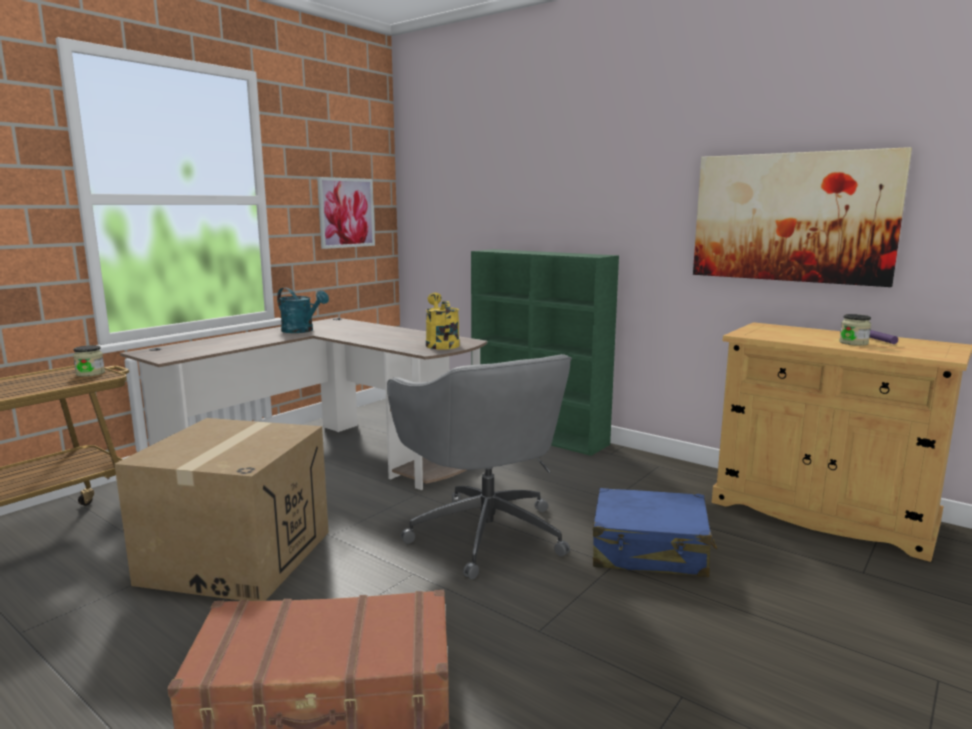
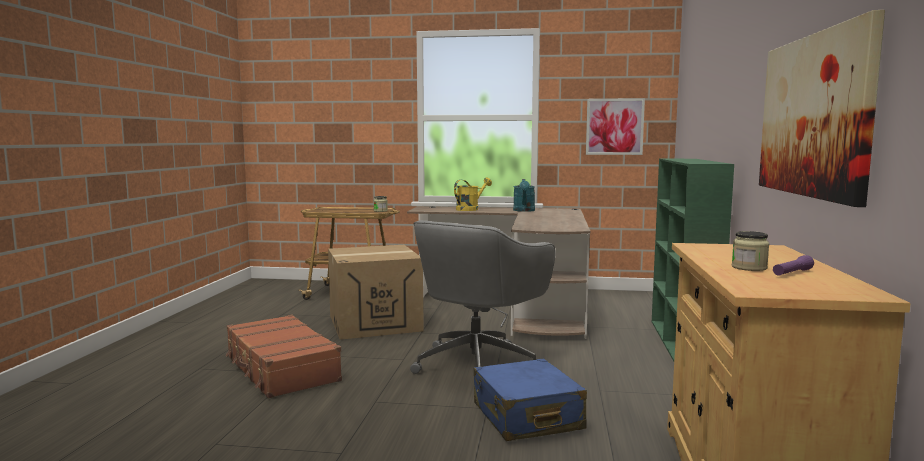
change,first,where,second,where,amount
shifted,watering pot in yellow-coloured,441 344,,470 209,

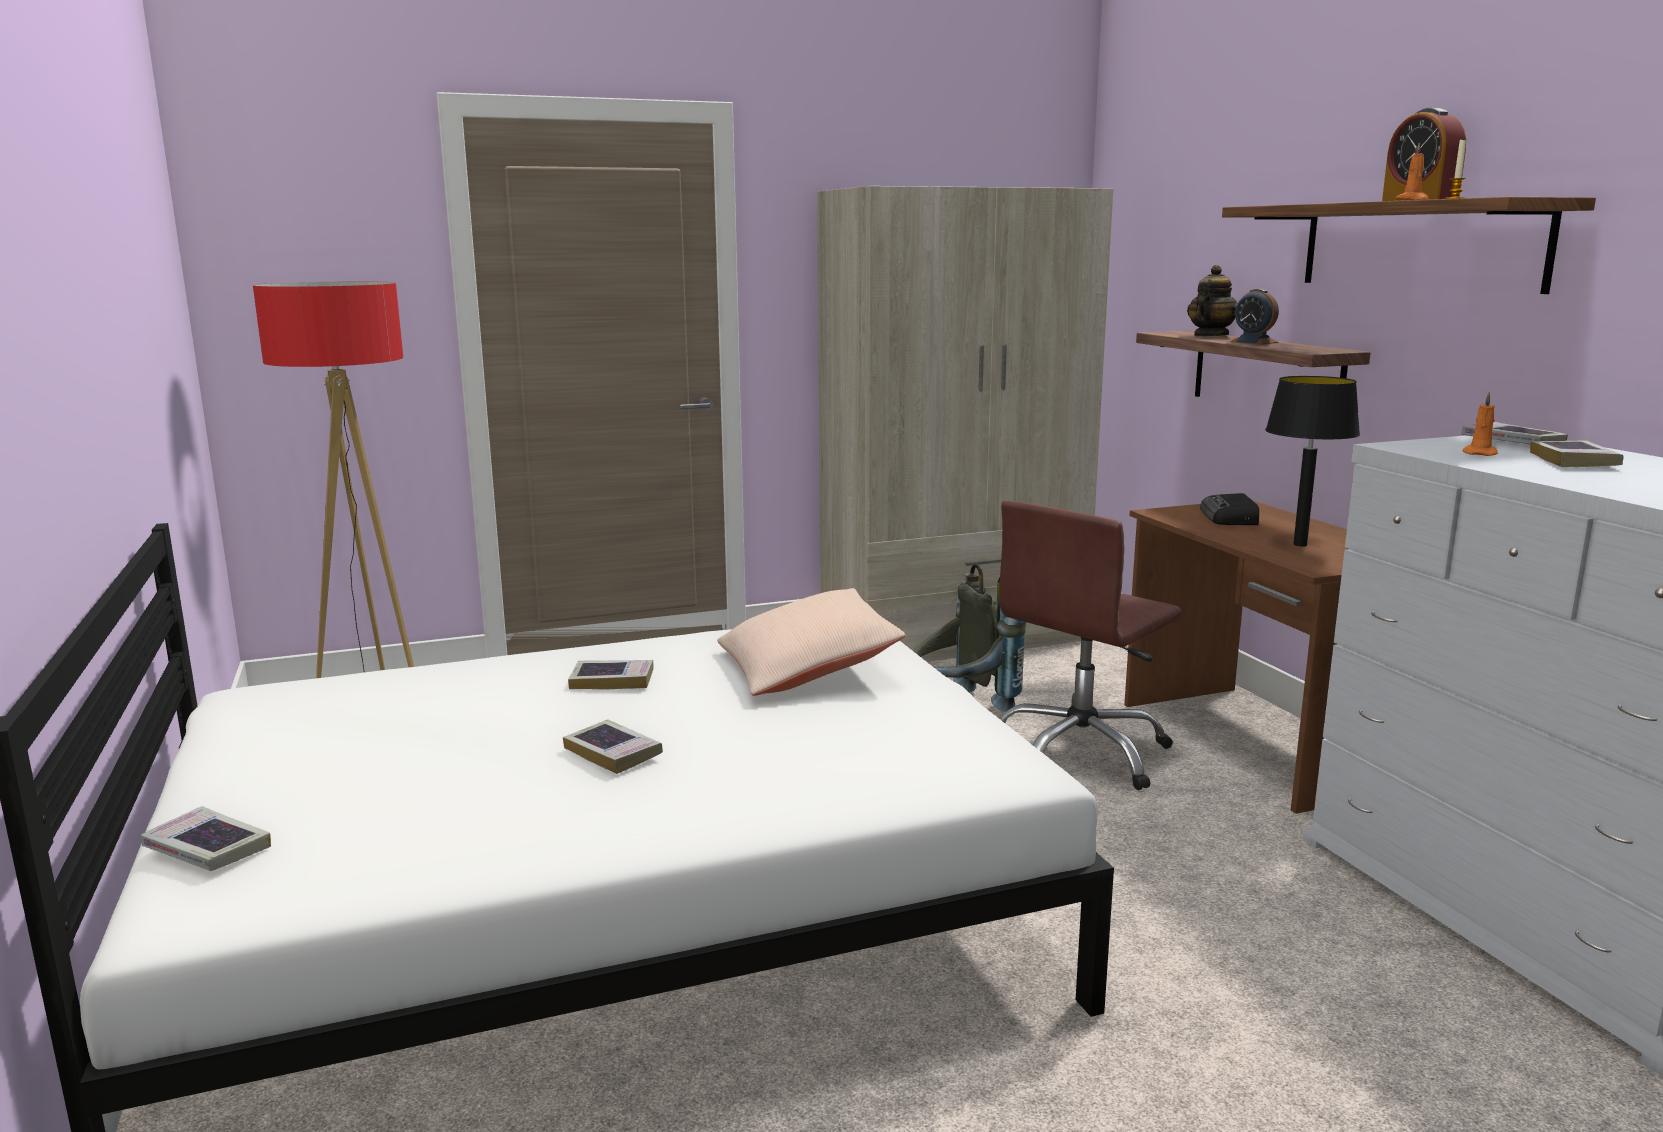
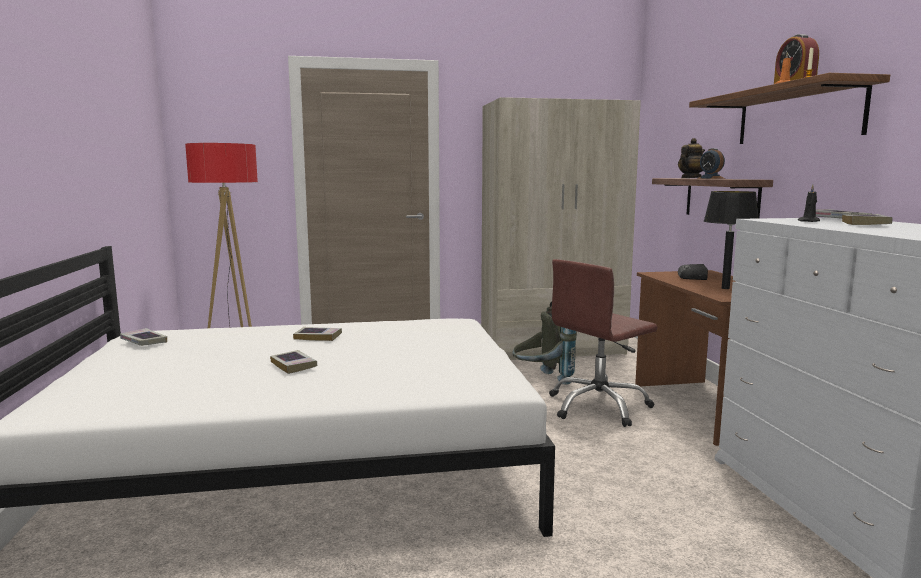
change,first,where,second,where,amount
shifted,volume,207 849,,143 341,
gone,cushion in beige,807 669,,,
repainted,wax candle in orange-coloured,1480 453,wax candle in blackish,809 221,

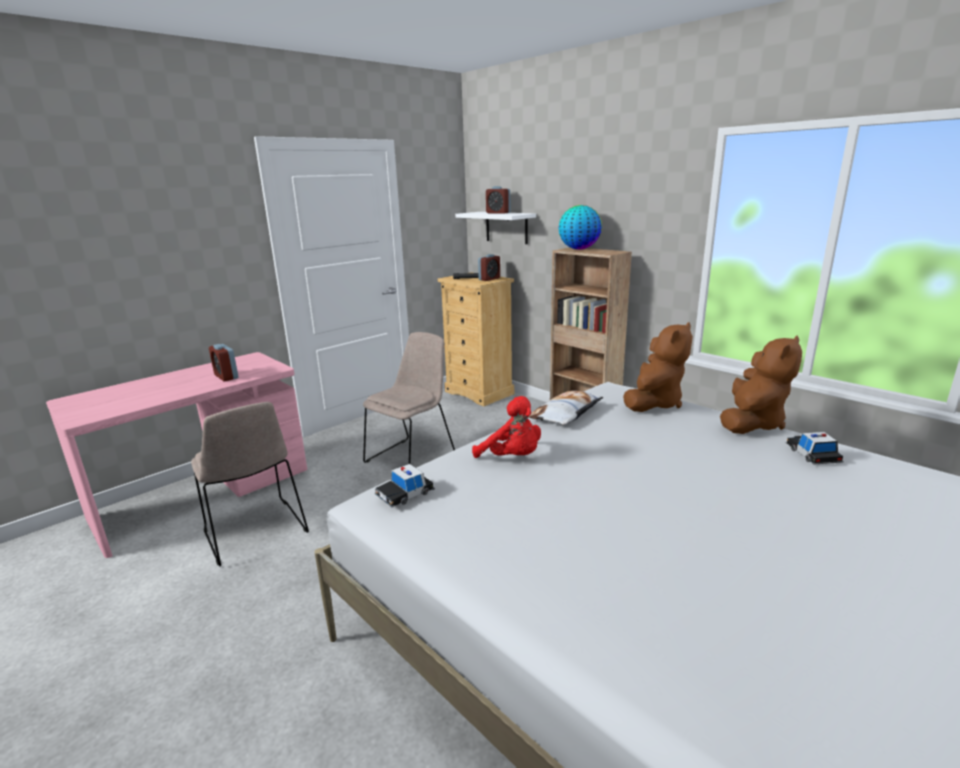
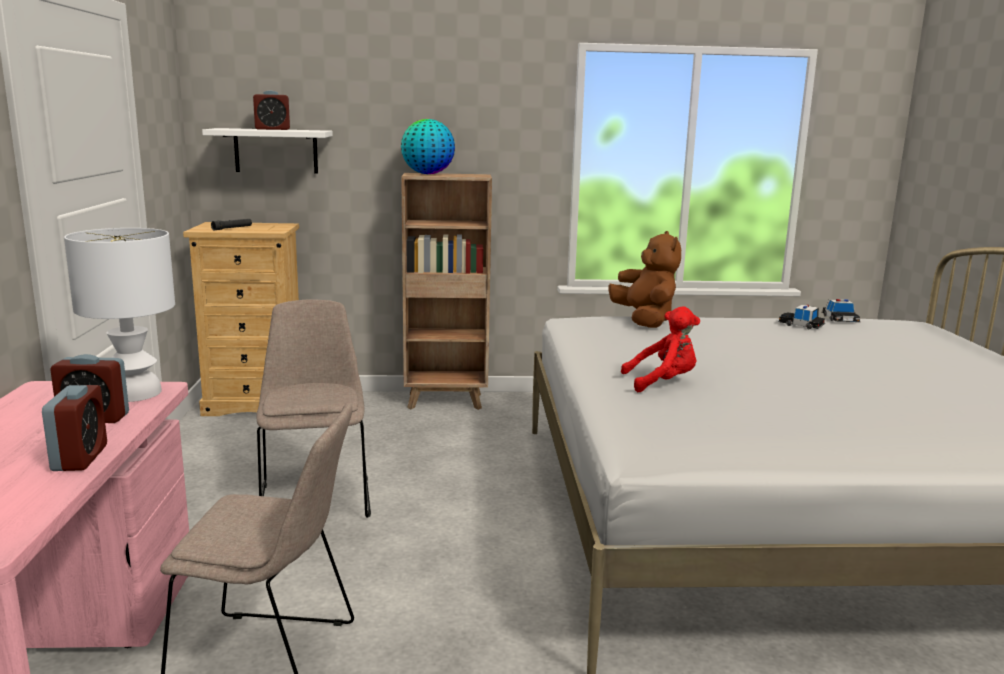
change,first,where,second,where,amount
shifted,miniature car,405 493,,840 319,
shifted,alarm clock,489 279,,80 458,
gone,cushion,566 414,,,
gone,soft toy in brown,752 423,,,
new,,,table lamp in whitish,135 393,

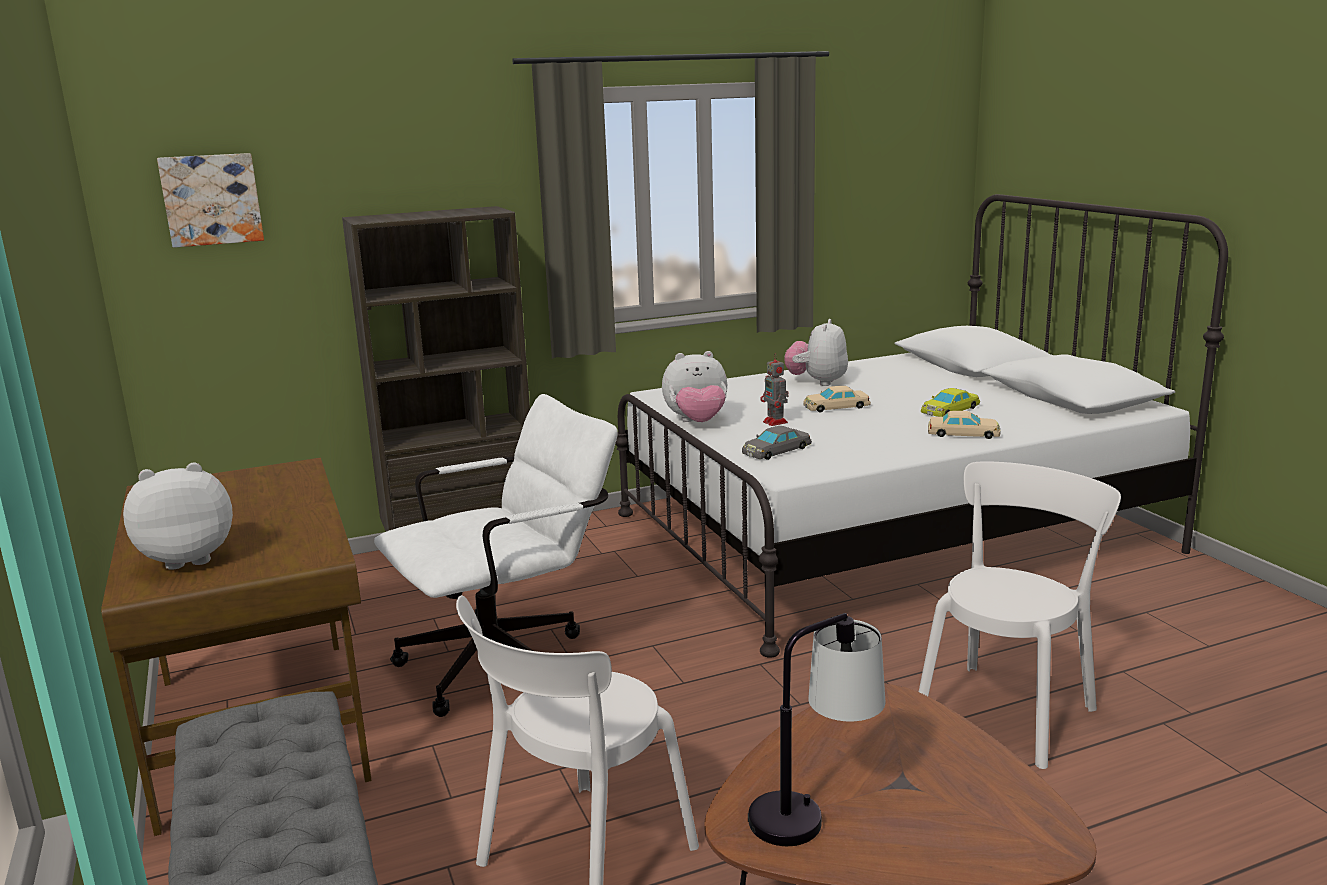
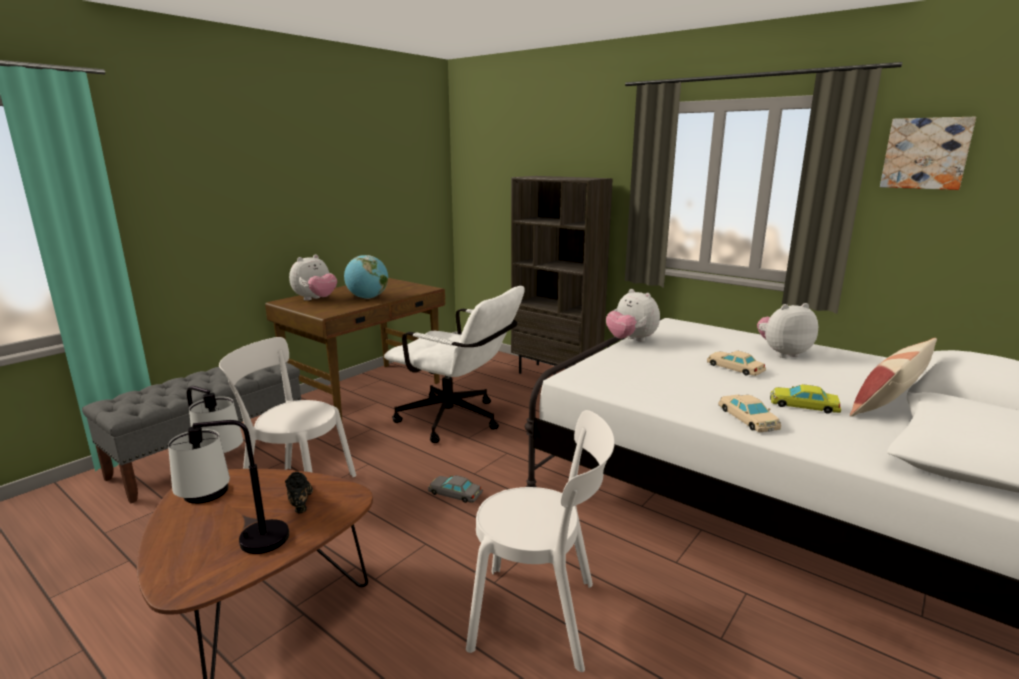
change,first,where,second,where,amount
rotated,soft toy,188 558,,315 299,90 degrees clockwise
shifted,picture,211 199,,926 153,
shifted,miniature car in greyish,776 450,,454 493,
gone,model robot,776 422,,,
new,,,table lamp,240 545,
new,,,low shoe in blackish,300 502,
new,,,globe,367 298,
new,,,cushion,889 401,

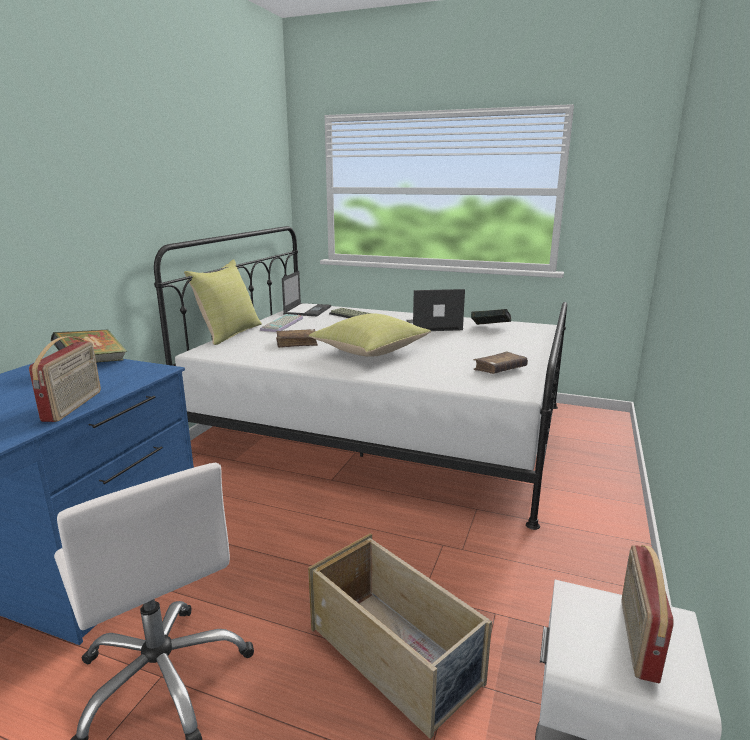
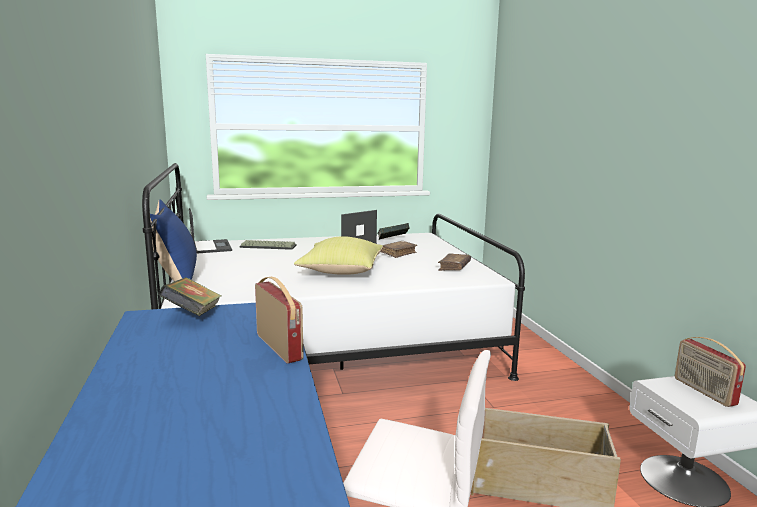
change,first,where,second,where,amount
repainted,cushion in yellow-coloured,229 333,cushion in blue-coloured,176 278,
gone,computer keyboard,283 324,,,
shifted,volume in brown,297 343,,398 253,

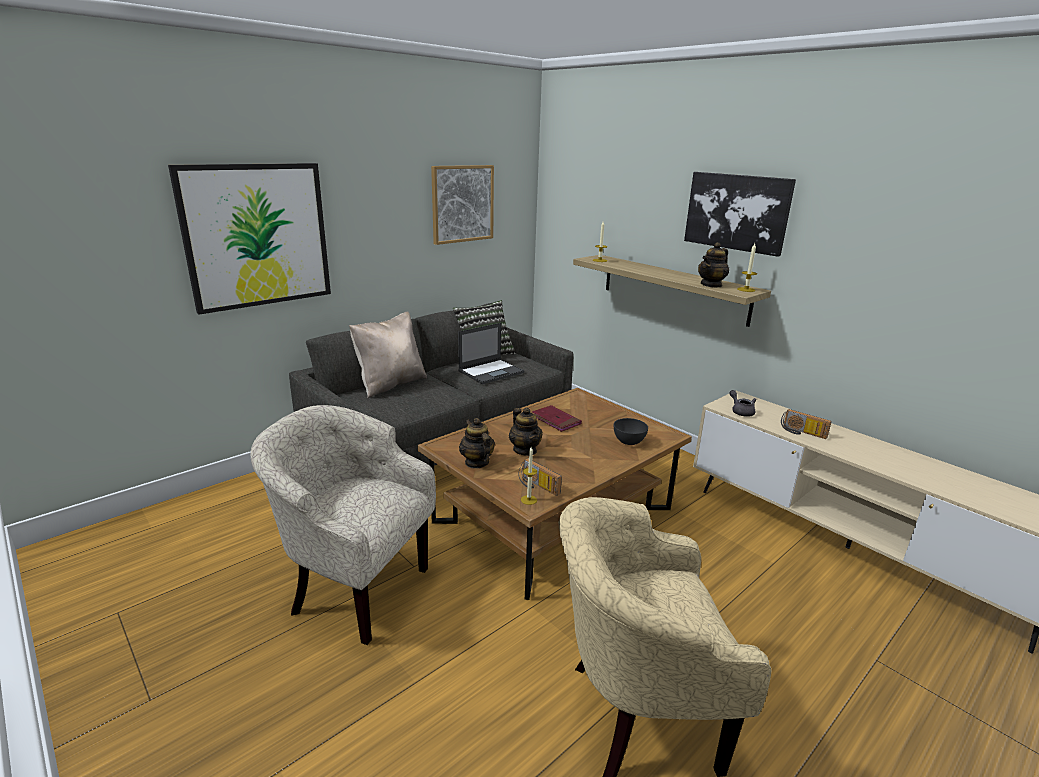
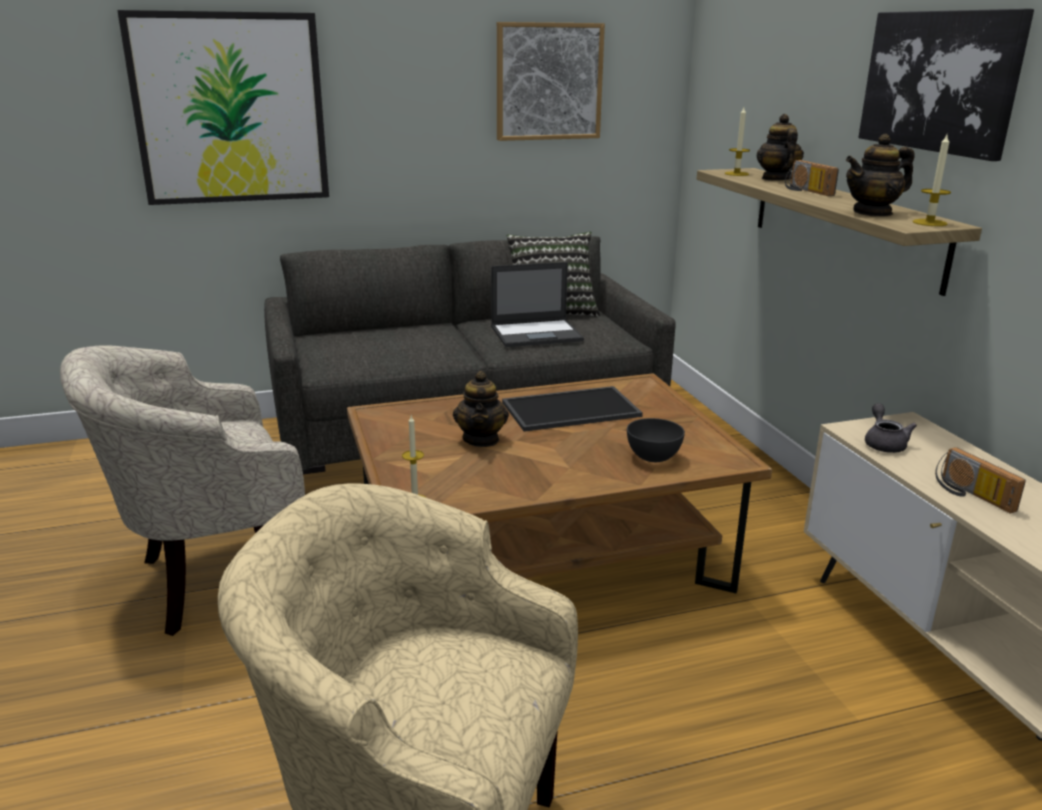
change,first,where,second,where,amount
rotated,easy chair in beige,354 589,,209 581,75 degrees counterclockwise
gone,cushion in beige,390 384,,,
shifted,tea pot,476 462,,776 179,
shifted,radio set,537 486,,805 191,
swapped,volume in reddish,556 420,serving tray,570 410,

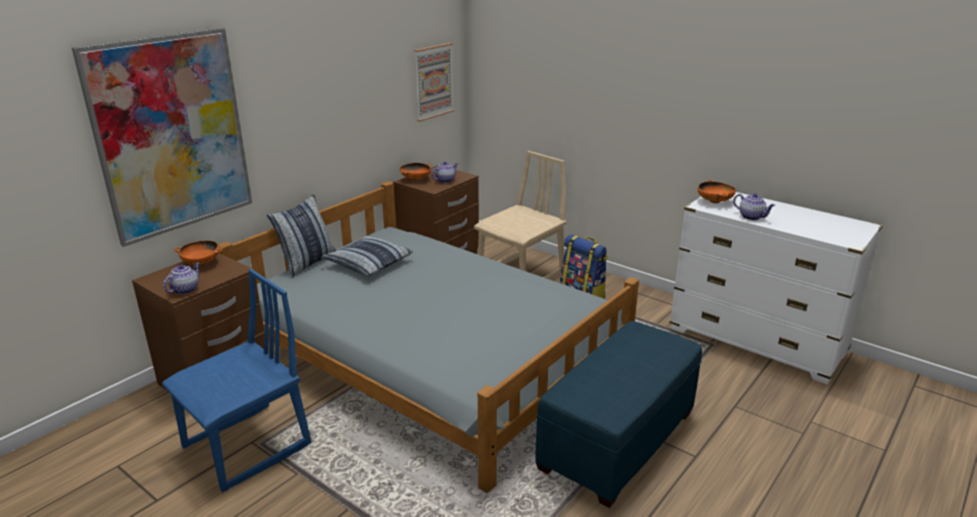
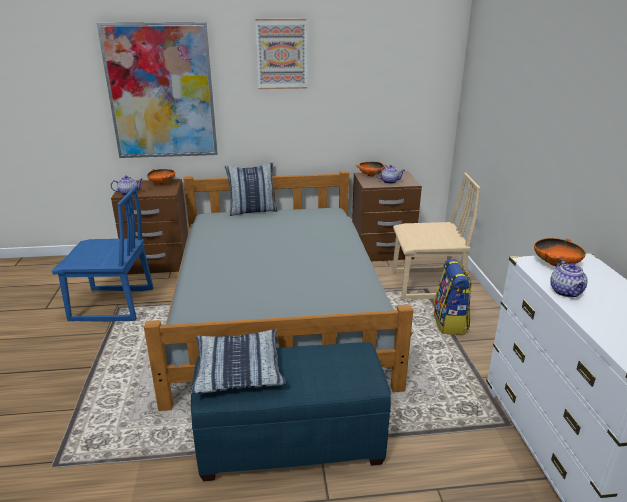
change,first,where,second,where,amount
shifted,cushion,368 263,,238 369,
shifted,picture,433 81,,281 54,

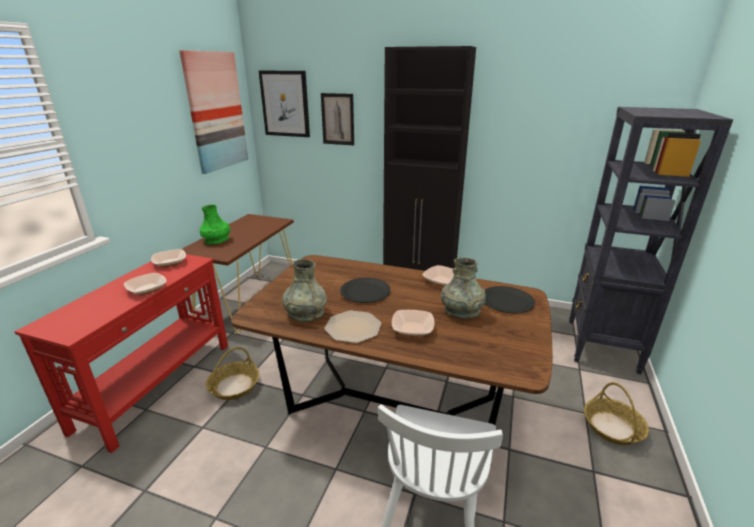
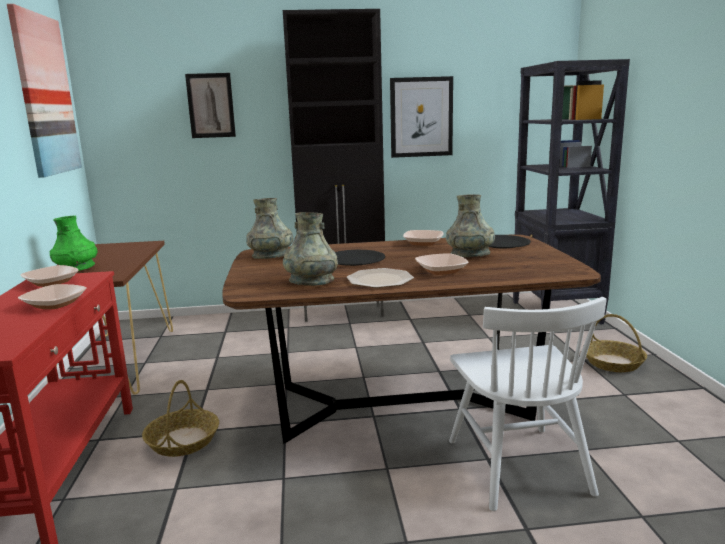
change,first,where,second,where,amount
shifted,picture,285 104,,421 117,
new,,,vase in greyish,271 256,

